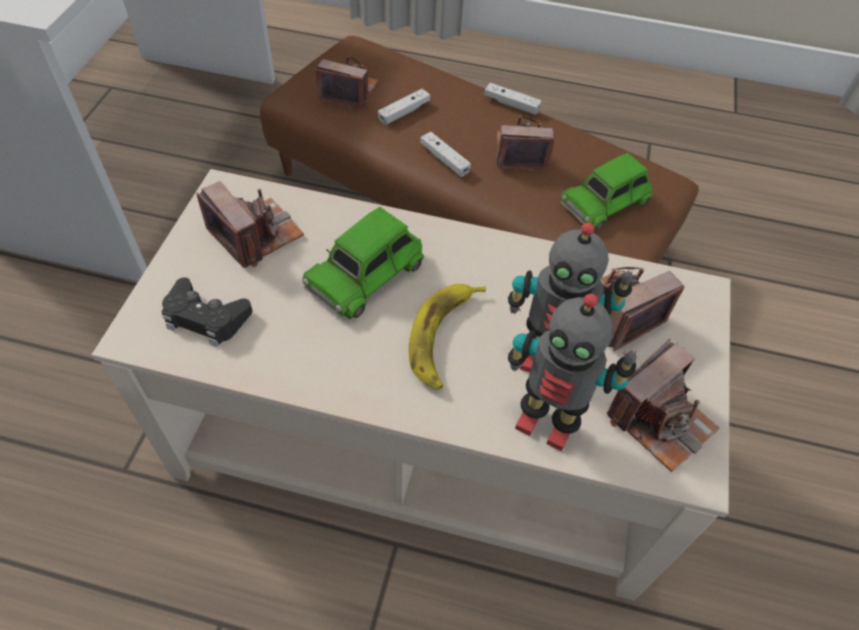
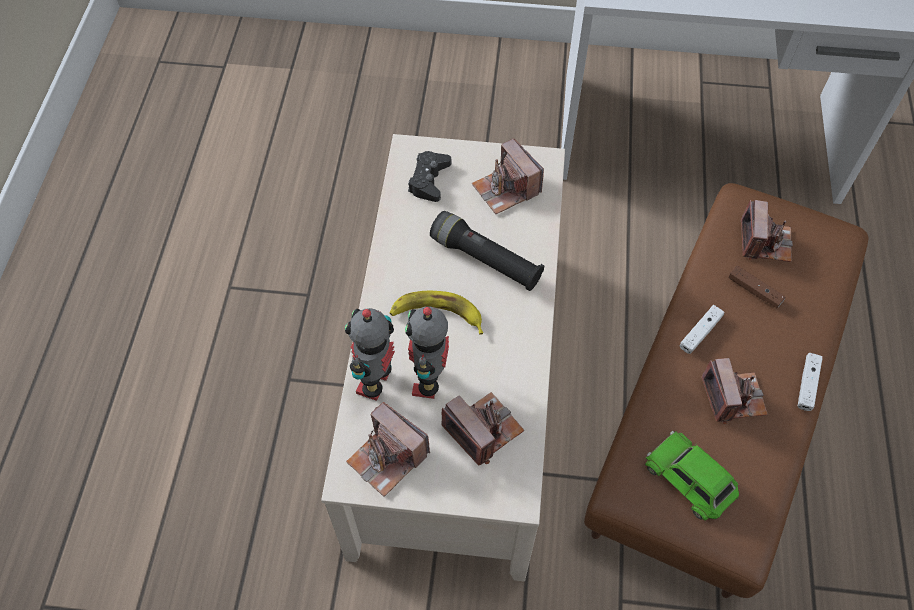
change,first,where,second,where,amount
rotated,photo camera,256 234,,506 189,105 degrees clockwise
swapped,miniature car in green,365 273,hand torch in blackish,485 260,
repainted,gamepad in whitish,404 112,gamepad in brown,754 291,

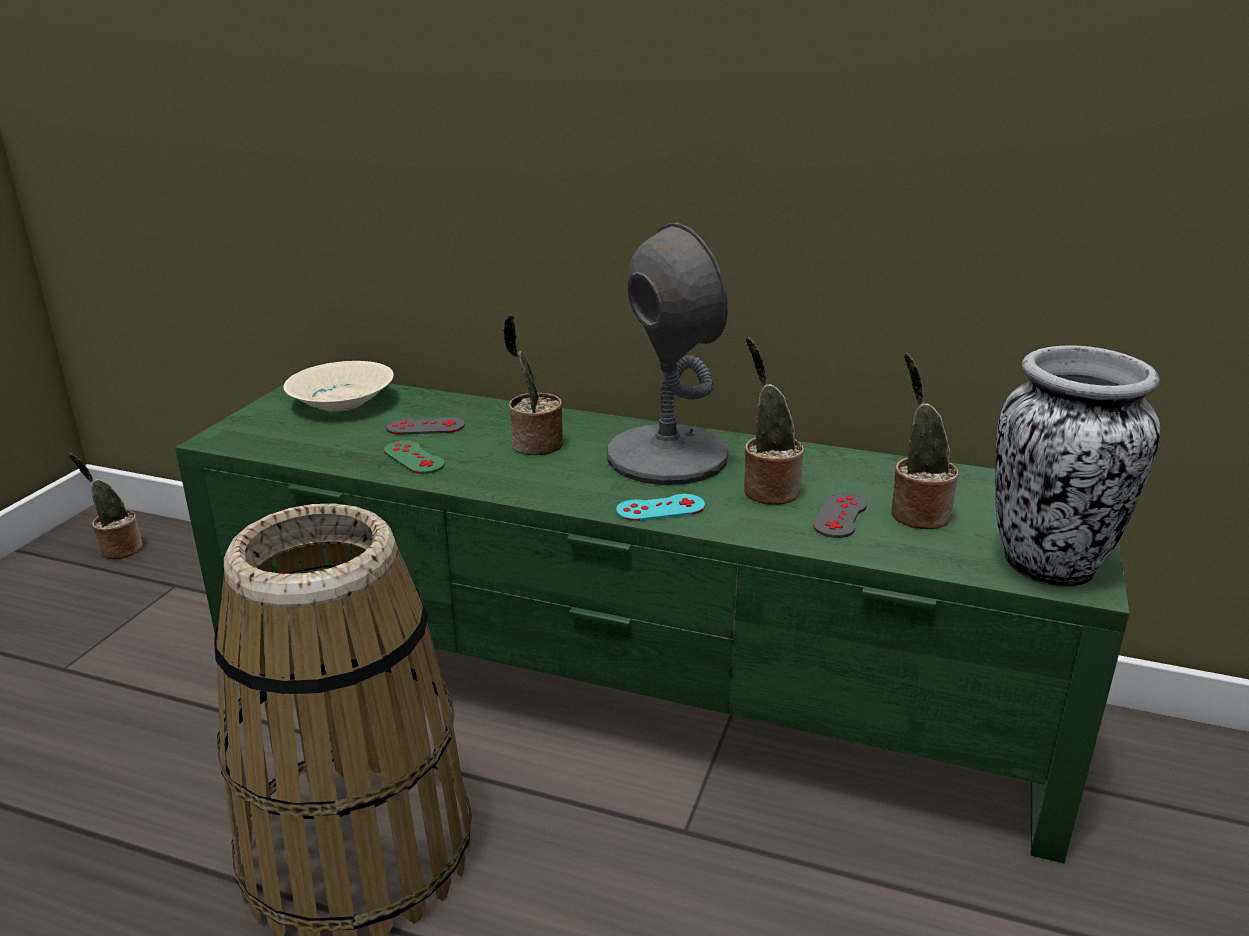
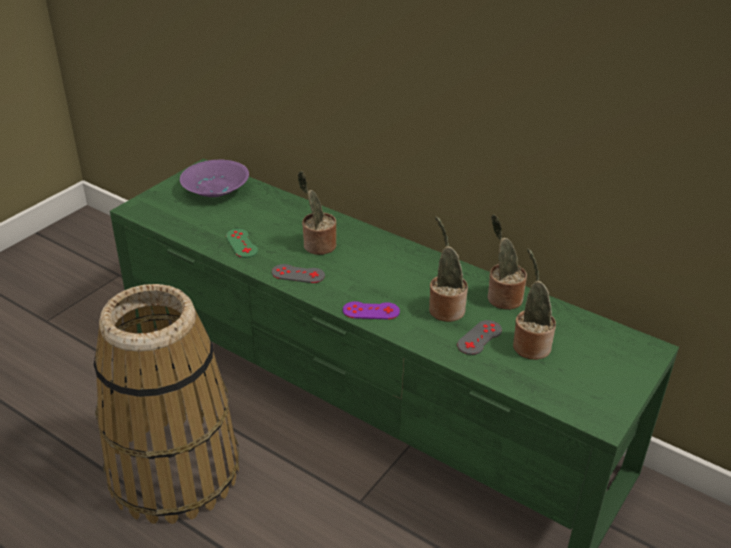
change,first,where,second,where,amount
shifted,houseplant,118 549,,502 298,
repainted,serving bowl in beige,341 403,serving bowl in purplish,215 190,
shifted,gamepad in greyish,425 426,,298 274,
gone,table lamp in greyish,666 457,,,
repainted,gamepad in turquoise,660 508,gamepad in purplish,371 311,
gone,vase,1048 566,,,

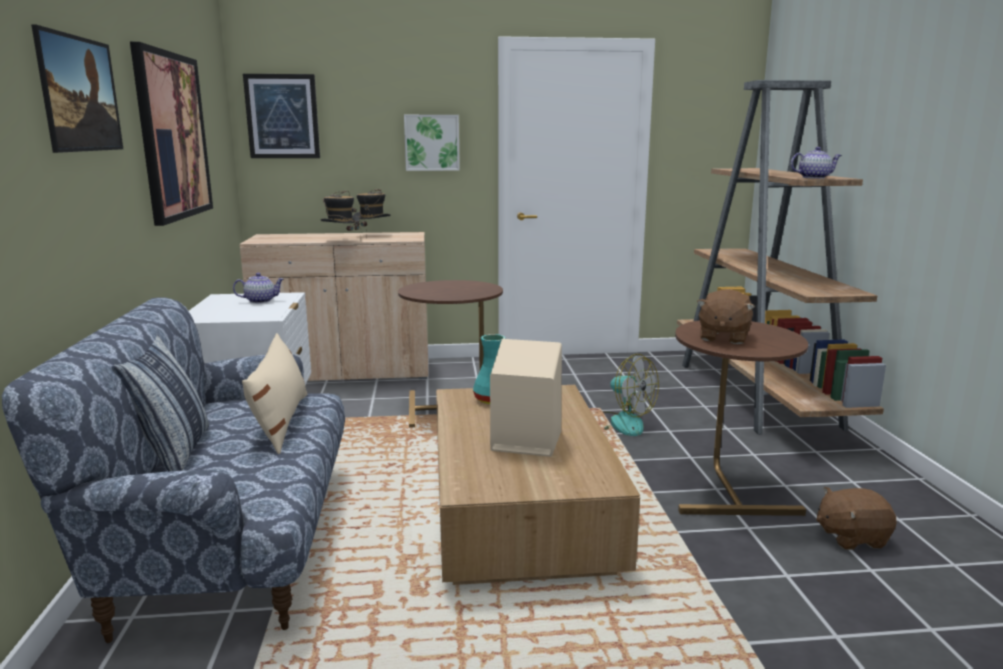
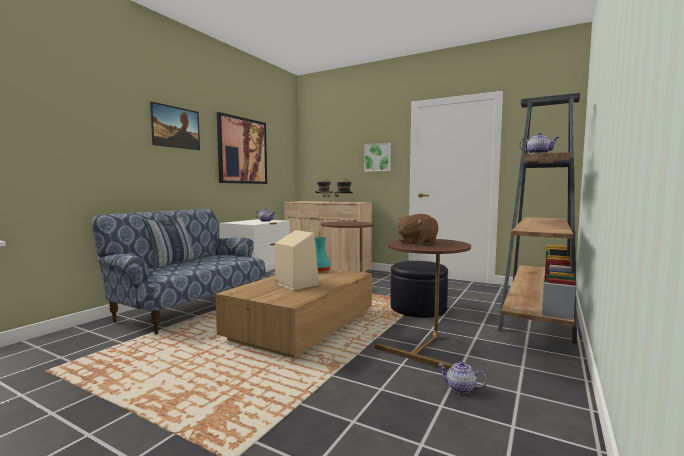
change,first,where,second,where,amount
gone,cushion in beige,280 422,,,
gone,picture,282 116,,,
swapped,fan,618 423,pouffe in blackish,418 308,
swapped,soft toy in brown,851 537,tea pot,460 388,

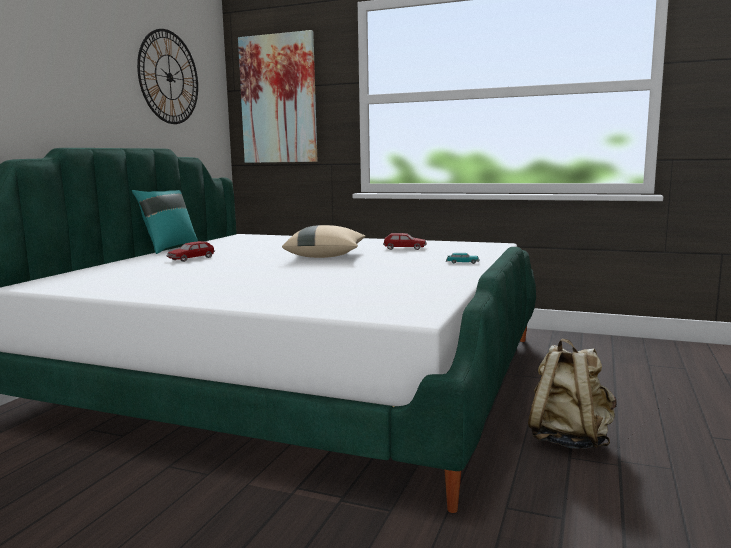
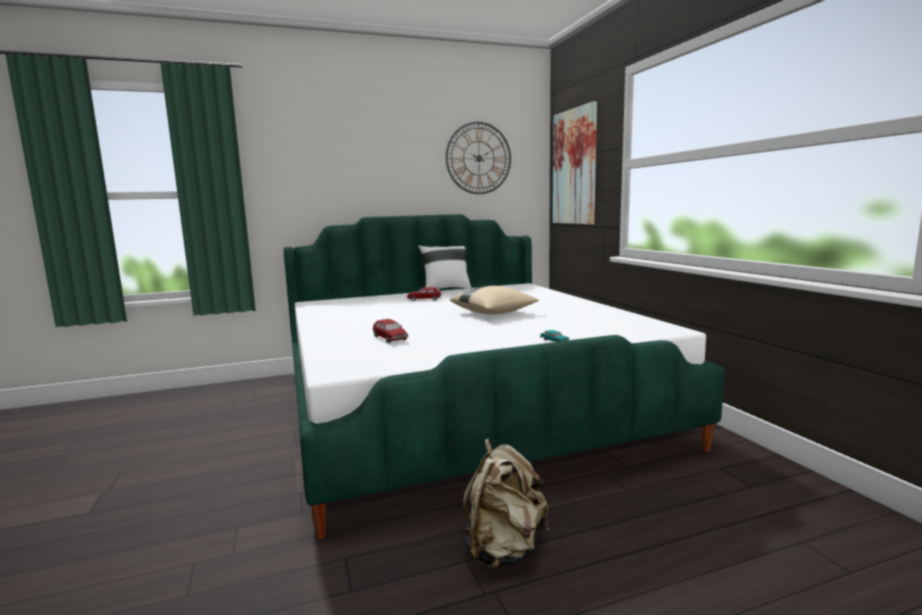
change,first,where,second,where,amount
repainted,cushion in turquoise,168 248,cushion in whitish,445 289,
shifted,miniature car,405 248,,390 338,

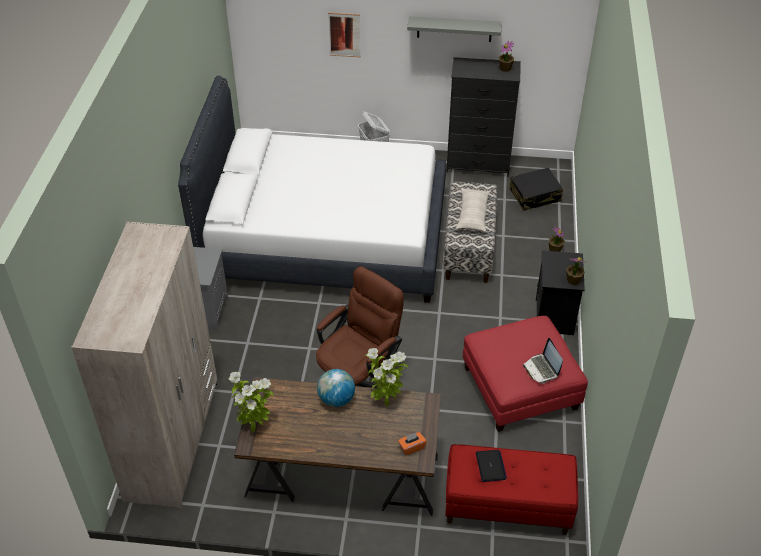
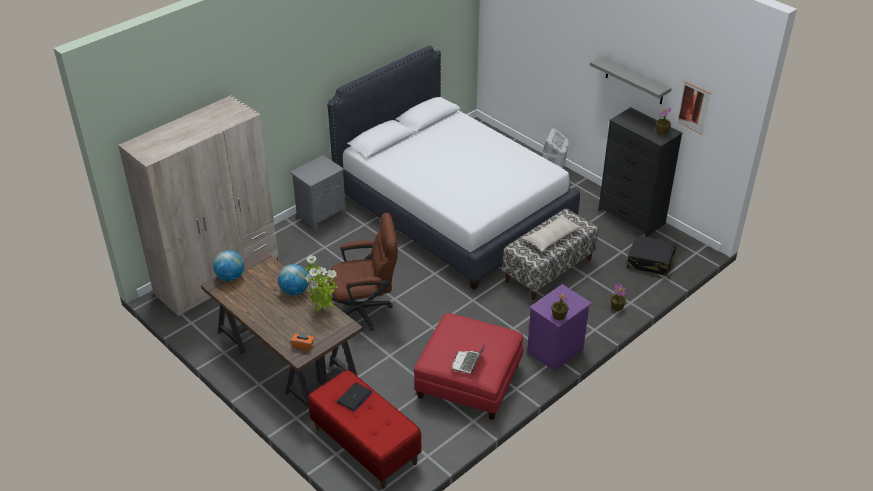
change,first,where,second,where,amount
swapped,houseplant,254 426,globe,230 277,
shifted,picture,344 34,,693 107,
repainted,bedside table in blackish,555 317,bedside table in purplish,555 352,

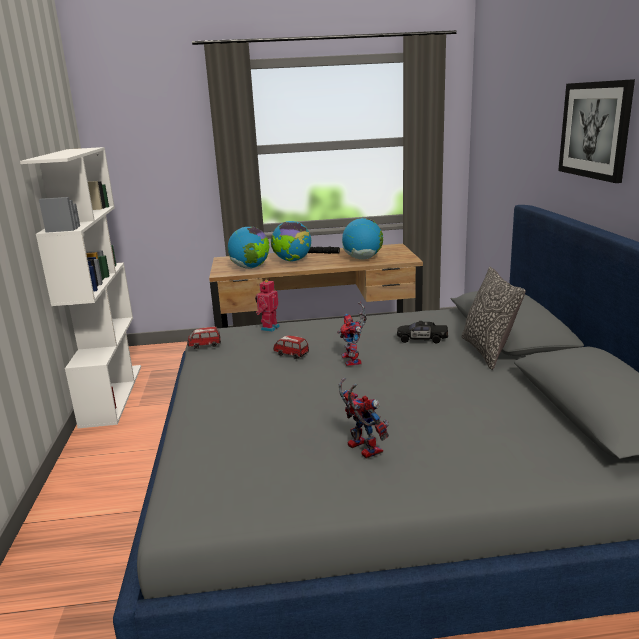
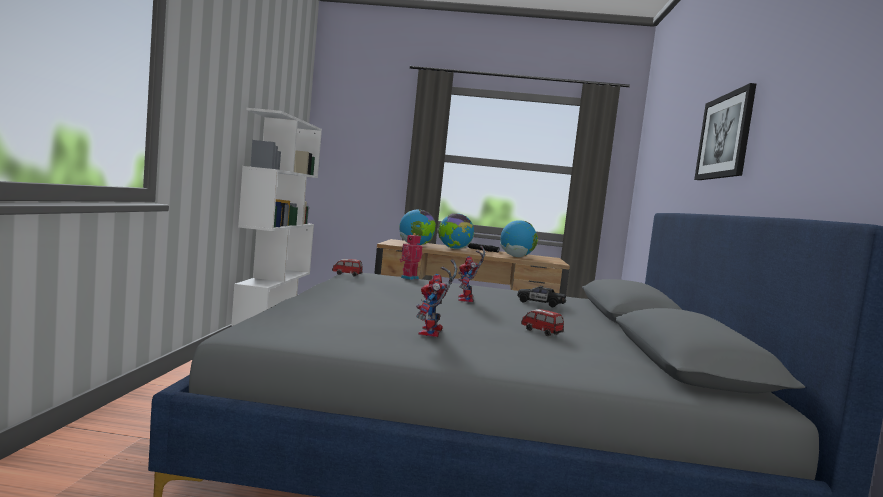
change,first,where,second,where,amount
shifted,miniature car,291 354,,540 332,
rotated,model robot,360 448,,432 333,150 degrees counterclockwise
gone,cushion,487 351,,,

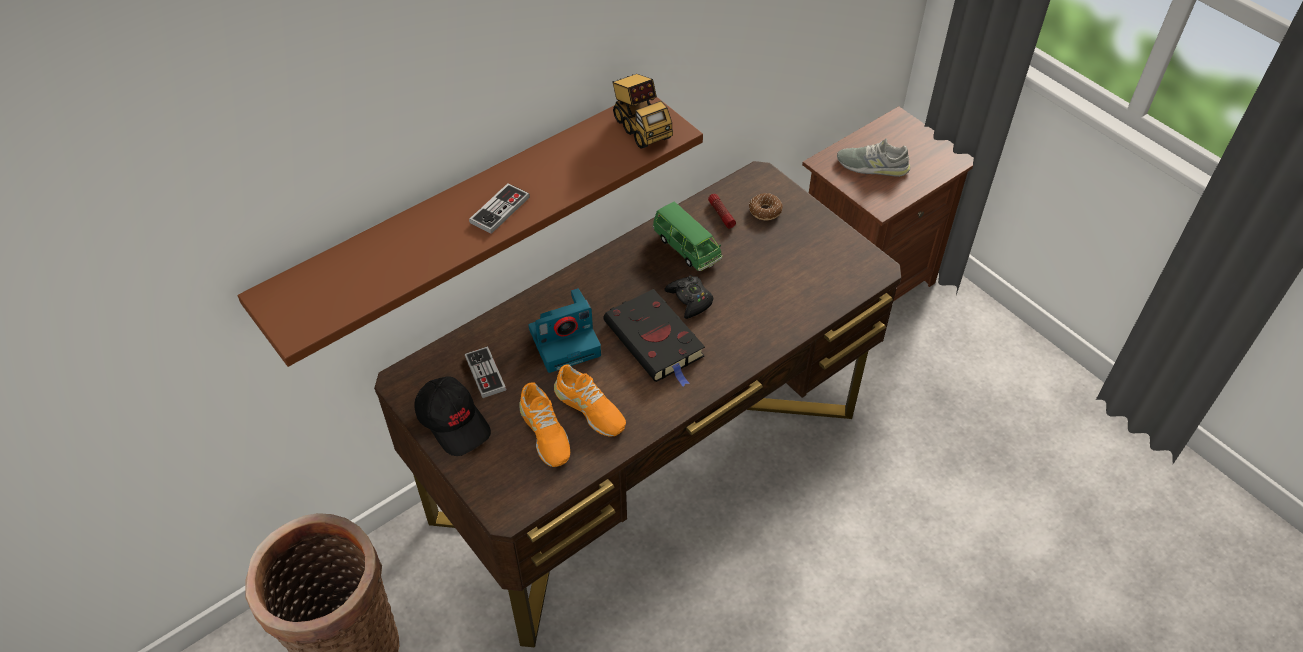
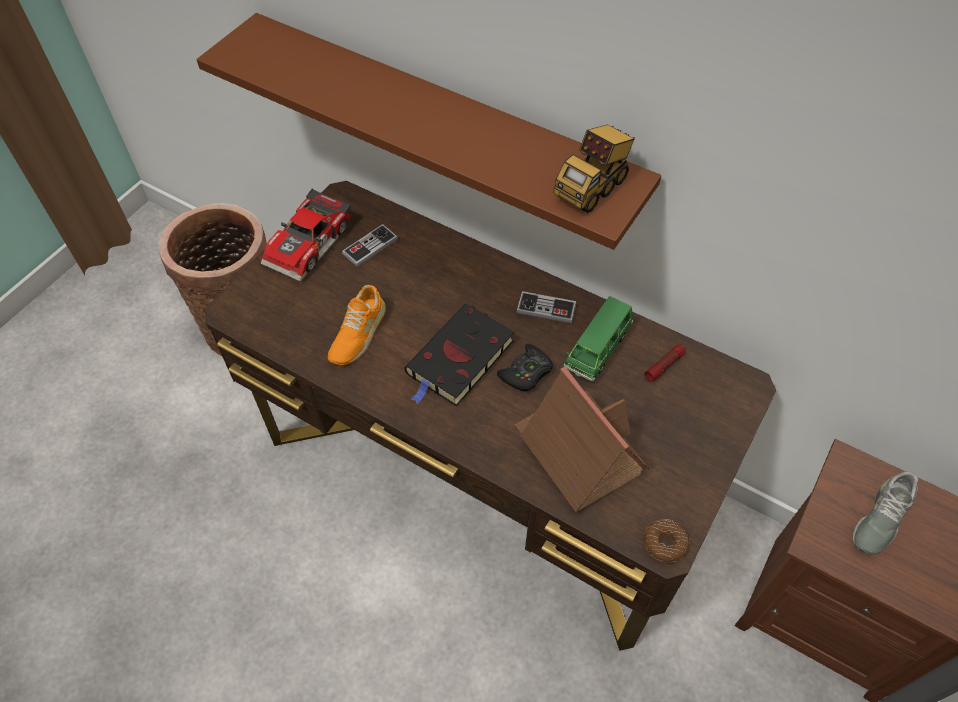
change,first,where,second,where,amount
swapped,cap in blackish,454 422,miniature car,311 244,
shifted,gamepad,500 210,,546 308,
gone,low shoe in orange-coloured,544 432,,,
gone,photo camera,566 341,,,
shifted,doughnut,765 211,,665 544,
rotated,low shoe in greyish,872 166,,880 518,135 degrees counterclockwise
new,,,toy house,578 451,

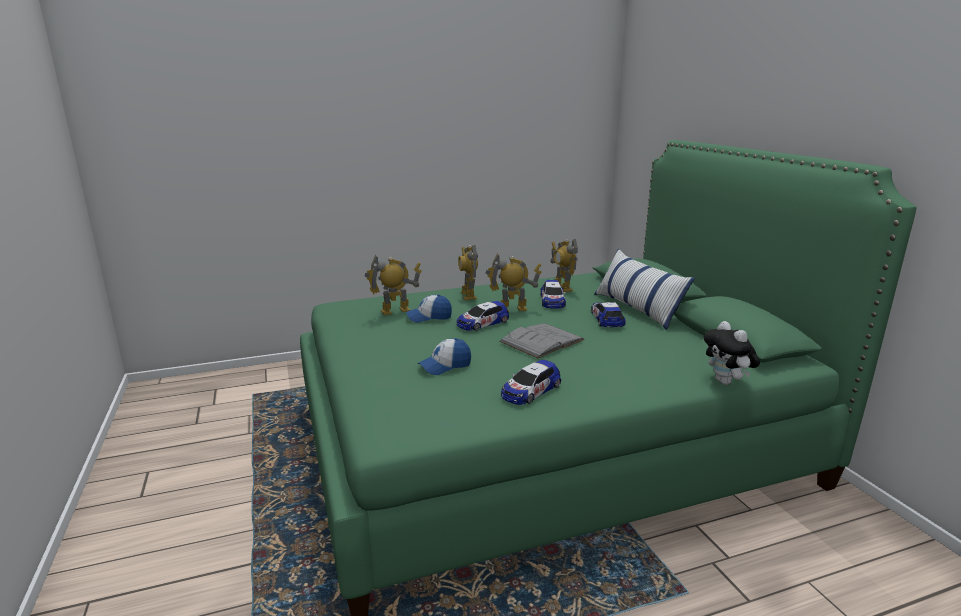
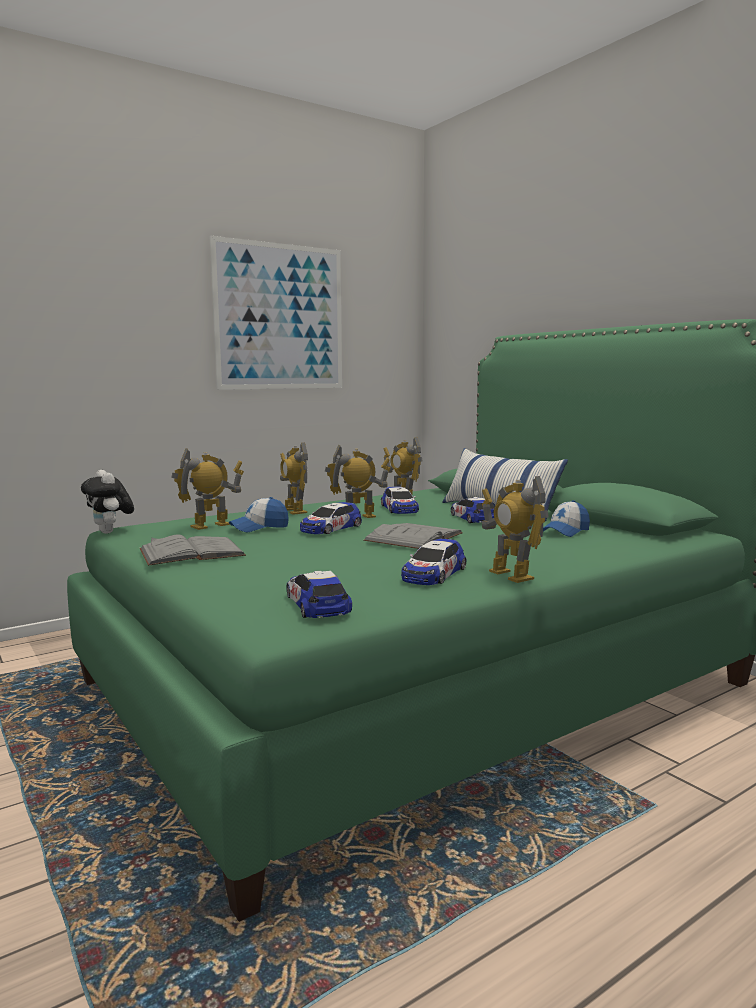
change,first,where,second,where,amount
shifted,cap,445 366,,565 531,
shifted,soft toy,726 382,,110 532,
new,,,volume in greyish,191 552,
new,,,picture,280 317,
new,,,miniature car,317 604,
new,,,model robot,510 575,

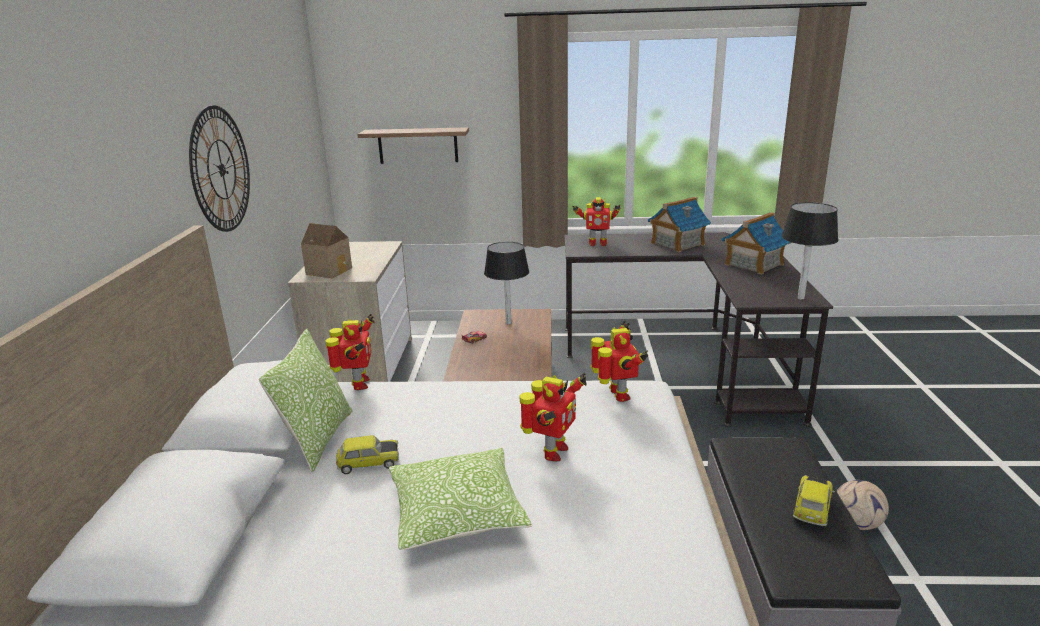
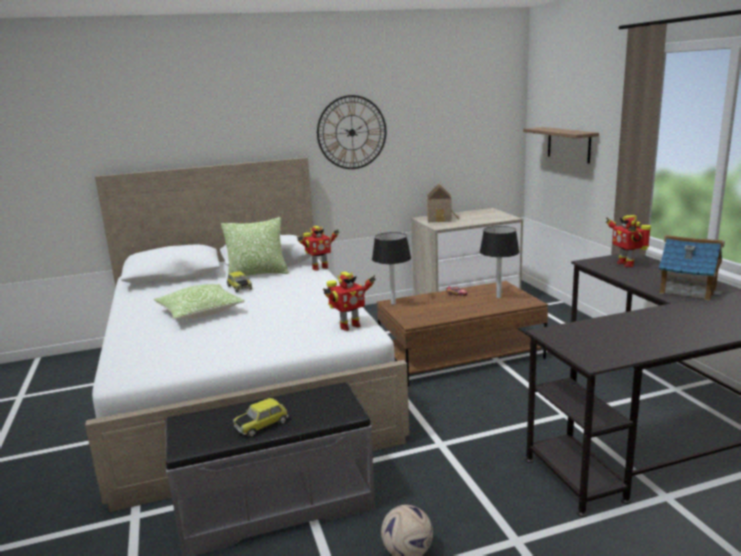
change,first,where,second,where,amount
gone,model robot,552 452,,,
gone,toy house,753 264,,,
shifted,table lamp in blackish,801 298,,393 304,
rotated,miniature car,813 508,,262 425,135 degrees clockwise

